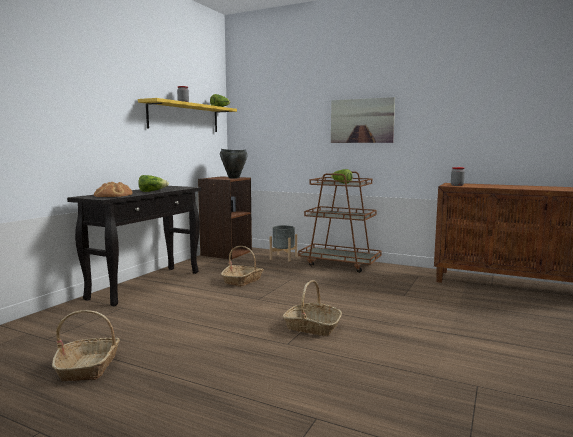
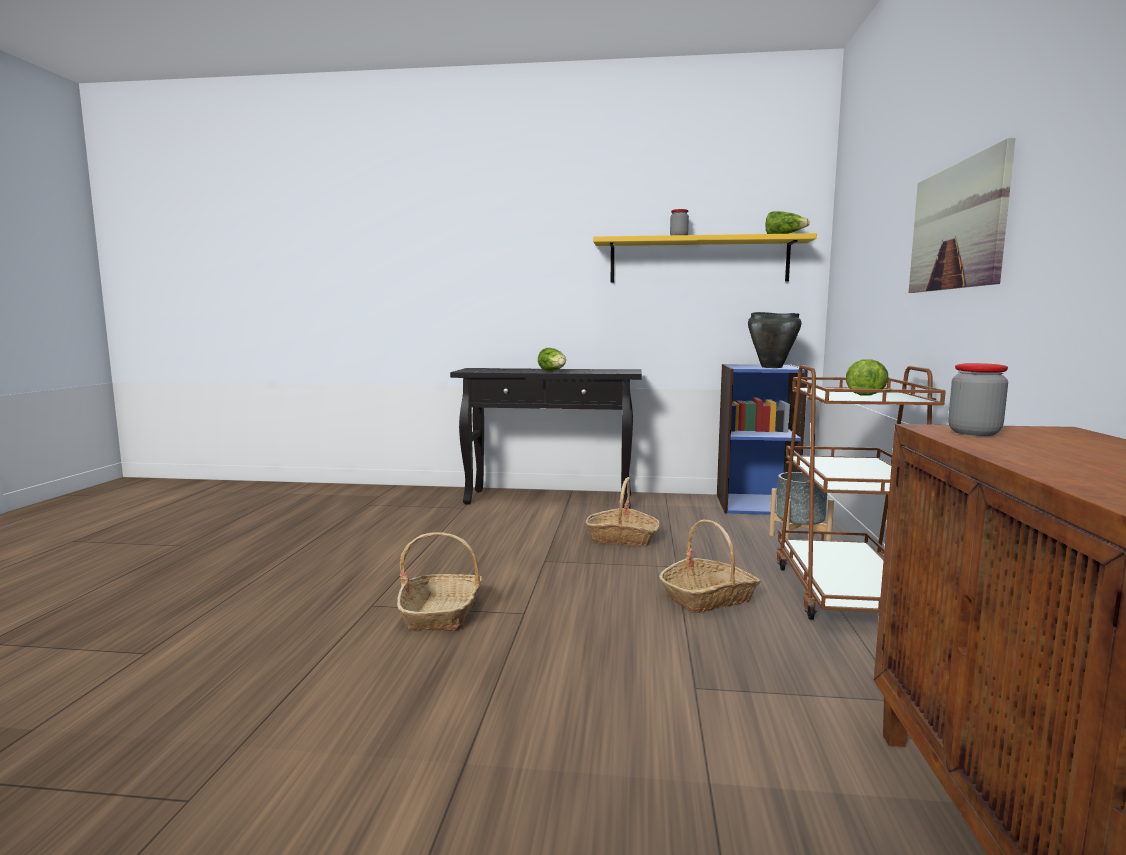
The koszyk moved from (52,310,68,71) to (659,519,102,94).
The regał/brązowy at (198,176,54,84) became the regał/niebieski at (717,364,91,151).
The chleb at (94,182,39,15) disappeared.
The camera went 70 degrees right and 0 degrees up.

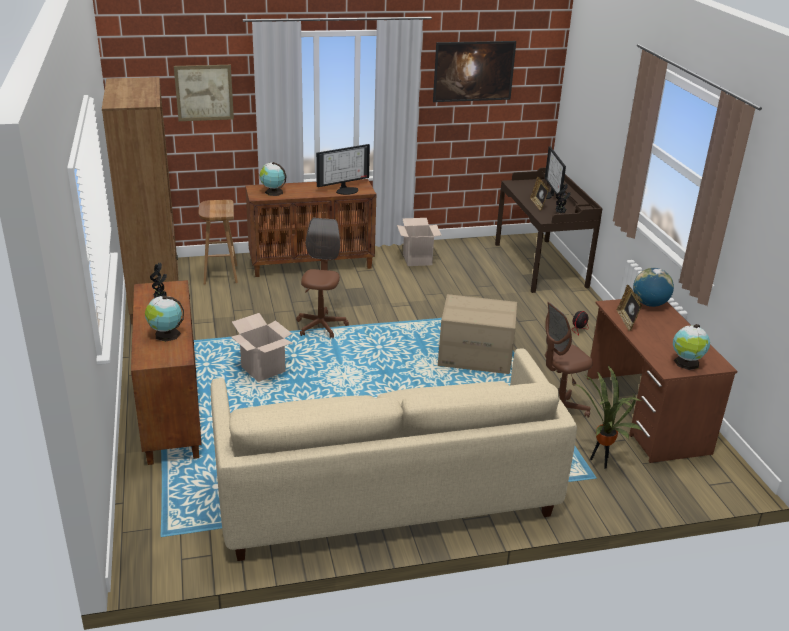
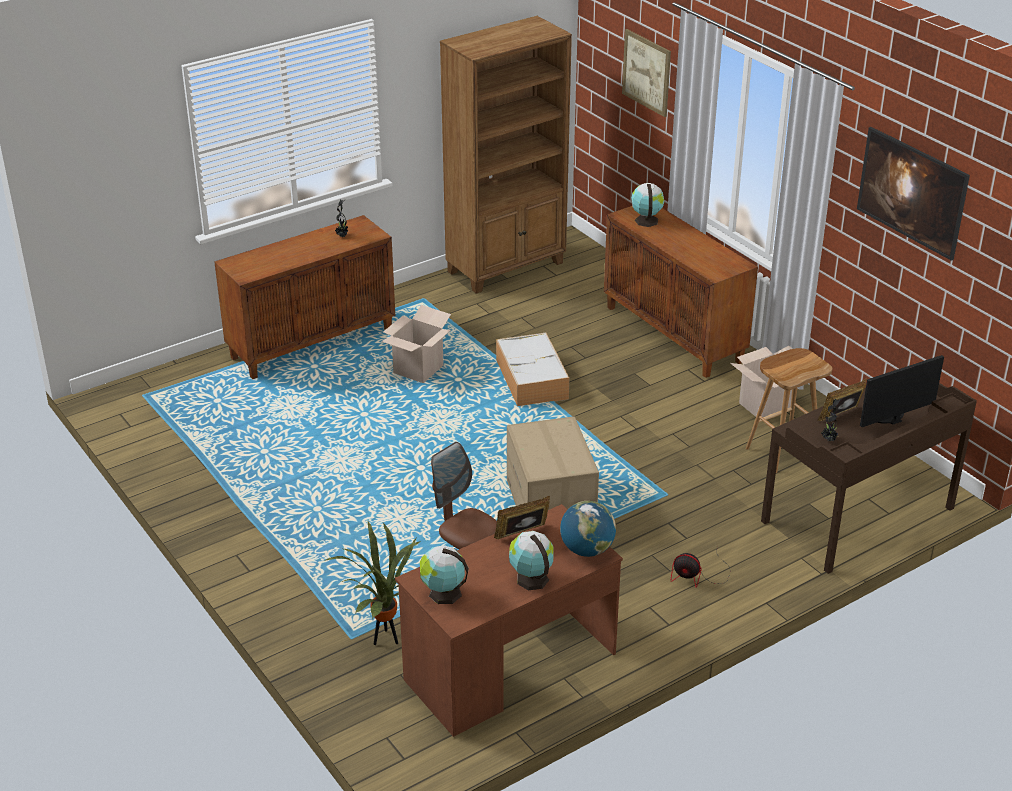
The krzesło biurowe/brązowy at (296,218,53,120) was replaced by the pojemnik do przechowywania at (496,333,73,73).
The globus moved from (145,296,39,46) to (509,531,45,59).
The stołek/brązowy moved from (199,200,39,85) to (746,348,87,125).
The kanapa/beżowy at (211,348,366,213) disappeared.
The monitor at (316,144,54,51) disappeared.
The camera went 70 degrees right and 5 degrees up.

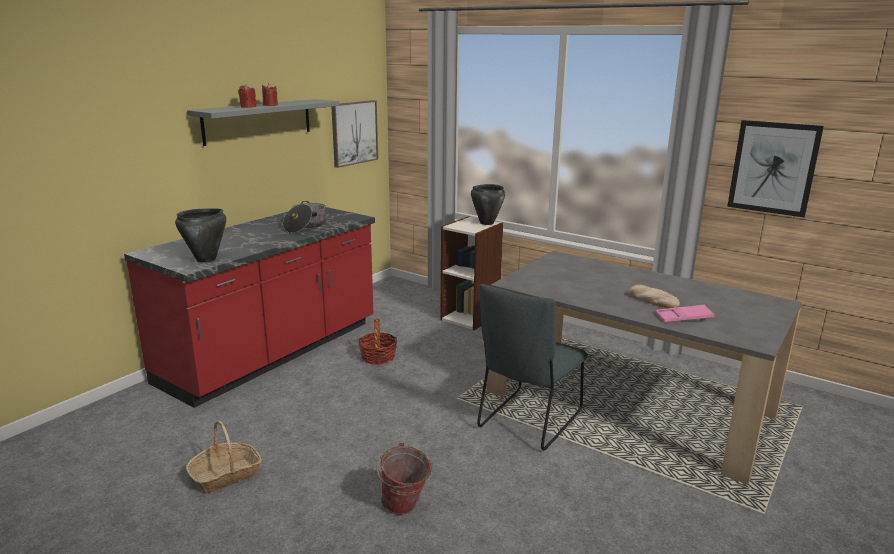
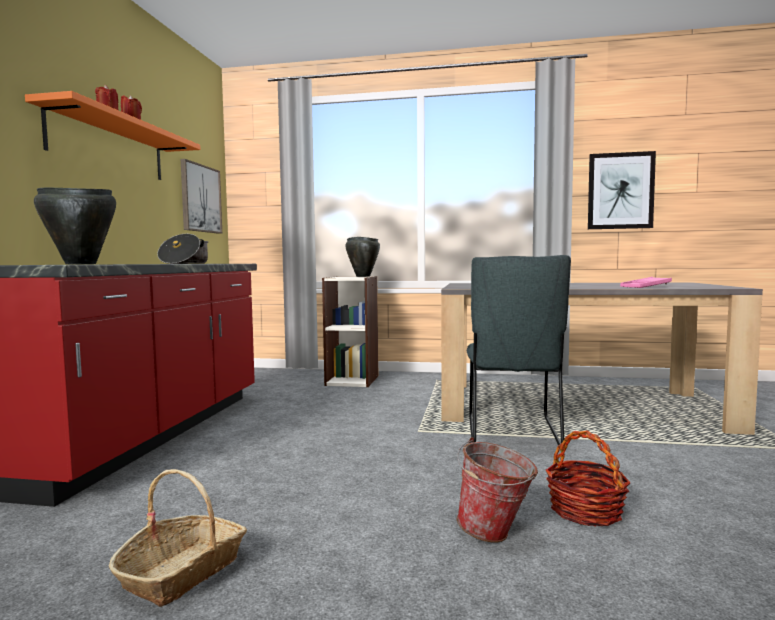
The półka/szary at (187,99,152,47) became the półka/pomarańczowy at (25,91,176,89).
The koszyk moved from (358,319,39,45) to (546,430,85,97).
The chleb at (628,285,52,24) disappeared.
The camera went 25 degrees left and 15 degrees down.

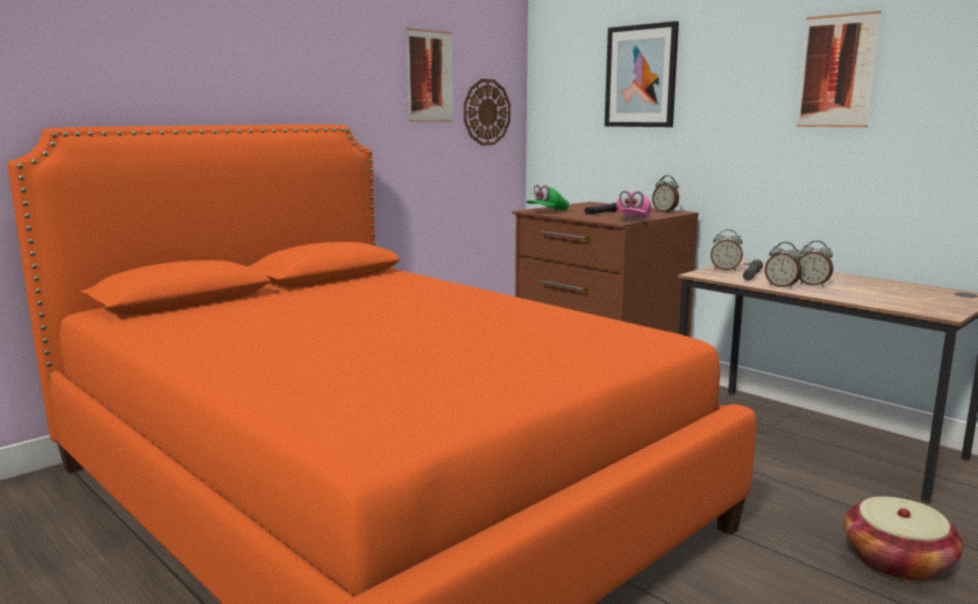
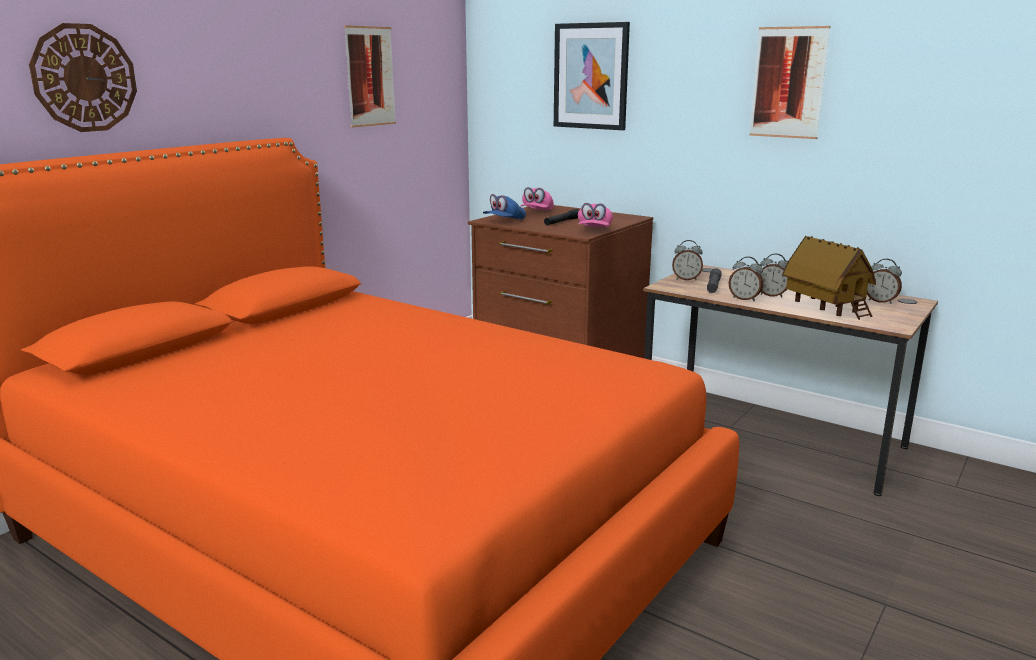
The zegar ścienny moved from (464,79,46,66) to (29,23,108,109).
The czapka z daszkiem/zielony at (526,185,43,26) became the czapka z daszkiem/niebieski at (483,194,43,25).
The czapka z daszkiem/różowy at (520,187,34,23) appeared.
The domek at (782,236,94,84) appeared.
The budzik moved from (652,175,27,38) to (867,259,35,45).
The koszyk at (844,497,119,85) disappeared.
The camera went 10 degrees left and 5 degrees up.

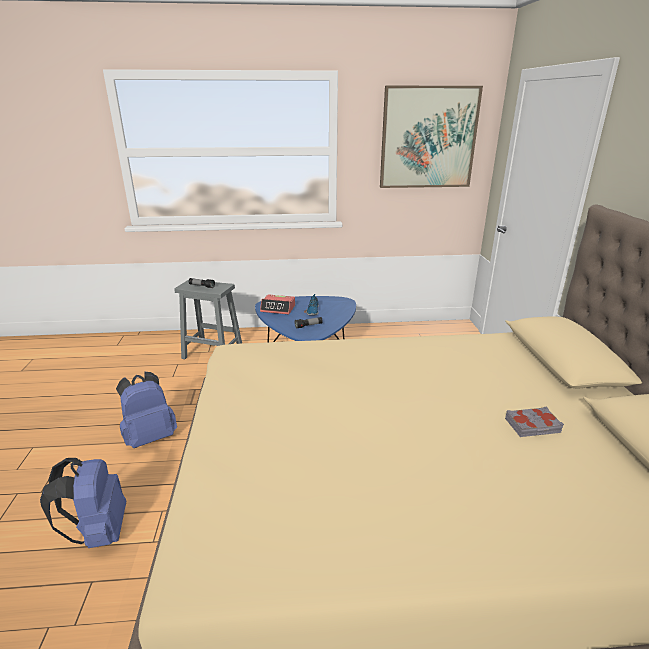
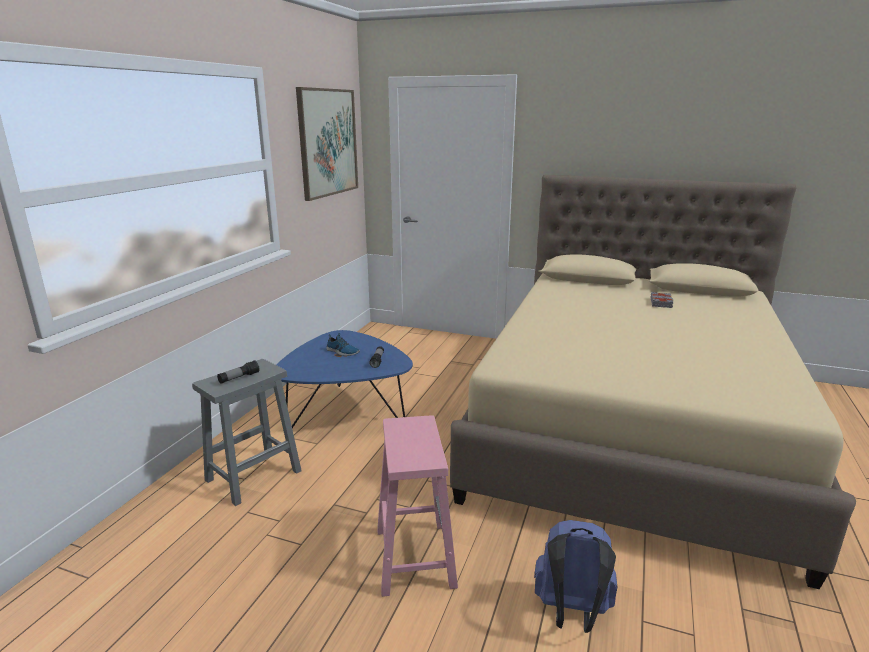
The plecak/niebieski at (116,372,61,76) was replaced by the stołek/różowy at (377,415,81,182).
The budzik at (260,294,35,20) disappeared.
The camera went 65 degrees left and 5 degrees down.

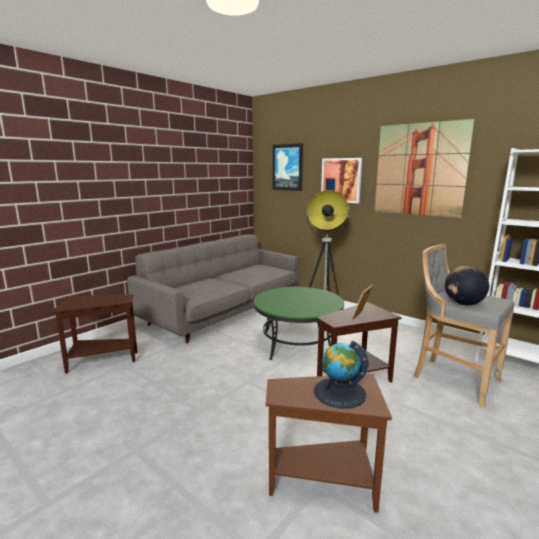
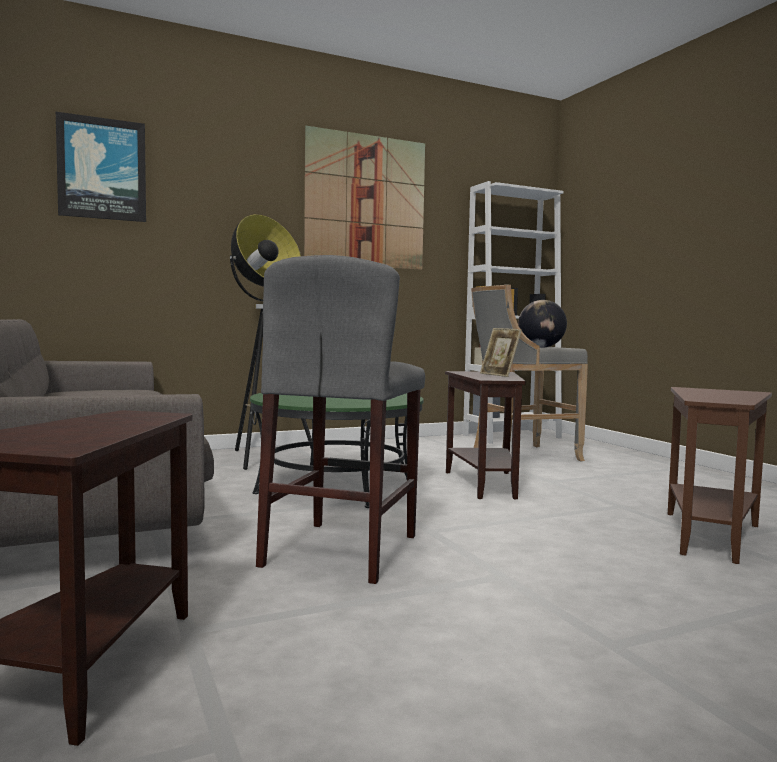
The stołek/szary at (256,255,169,329) appeared.
The globus at (314,341,54,68) disappeared.
The obraz at (321,158,41,45) disappeared.
The camera went 65 degrees left and 10 degrees down.

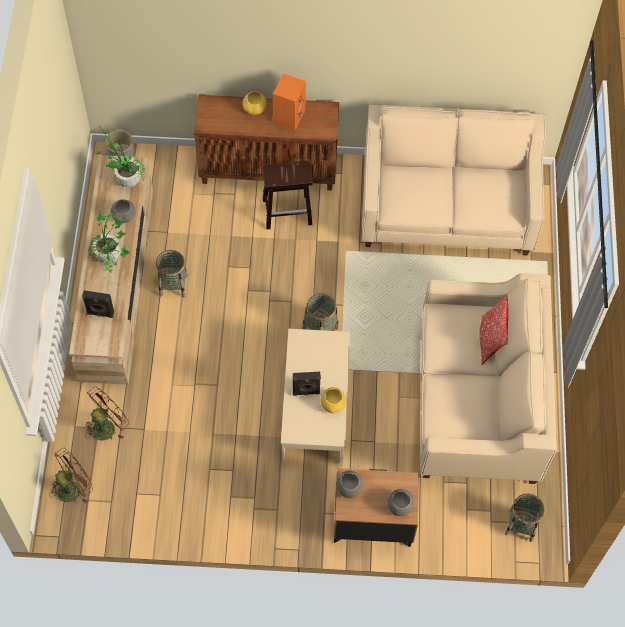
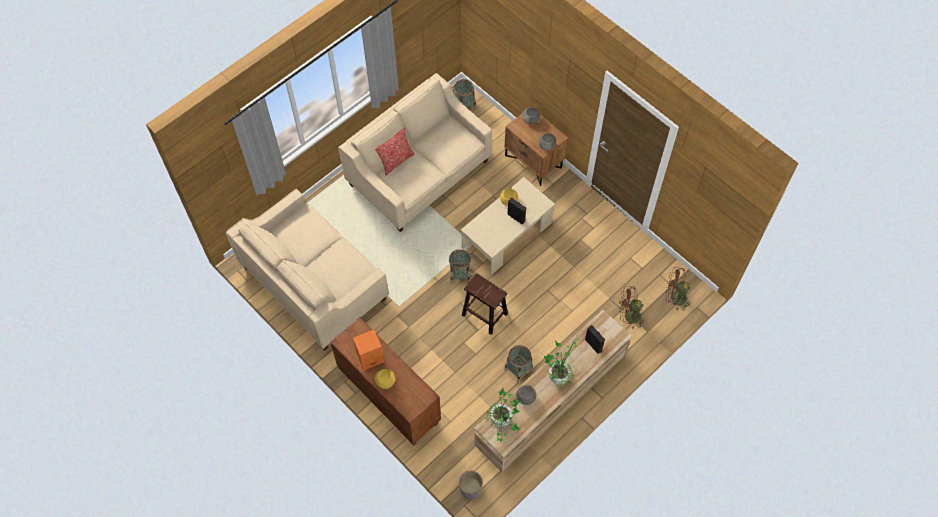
The stołek/brązowy moved from (262,160,51,70) to (462,273,46,62).
The camera went 135 degrees left and 0 degrees up.

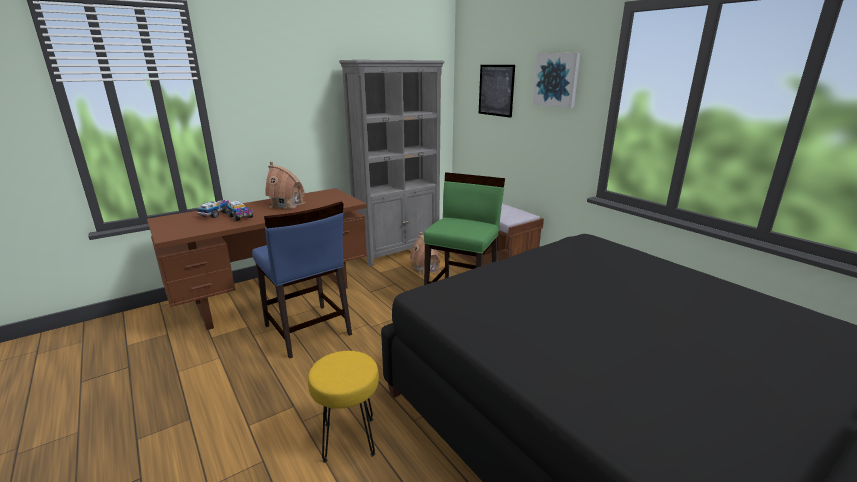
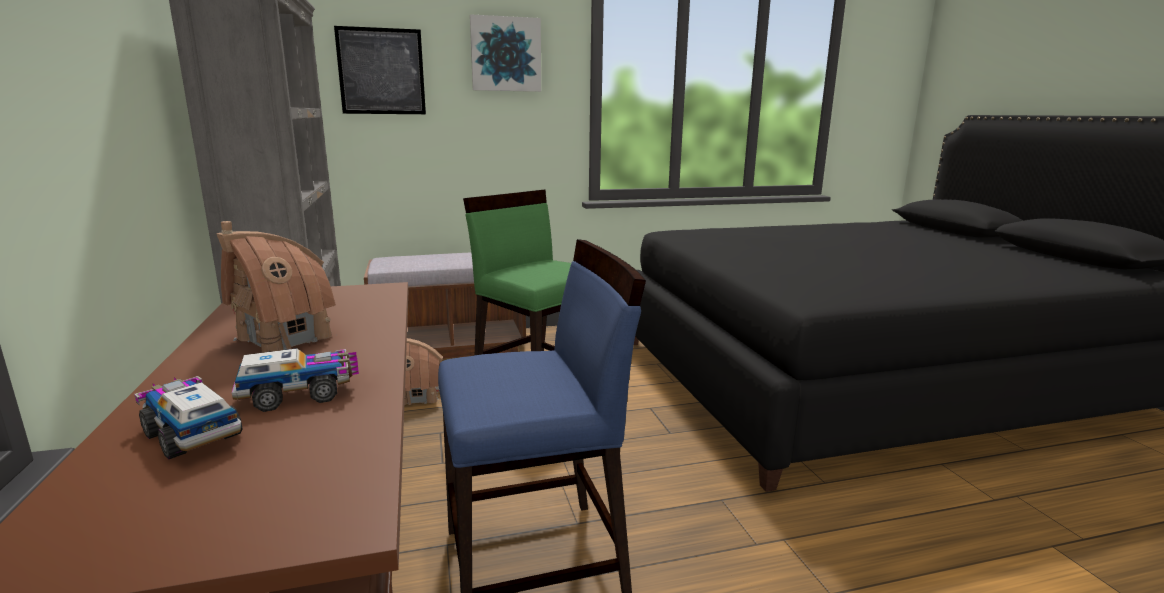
The stołek/żółty at (308,351,71,112) disappeared.
The camera went 70 degrees left and 5 degrees down.

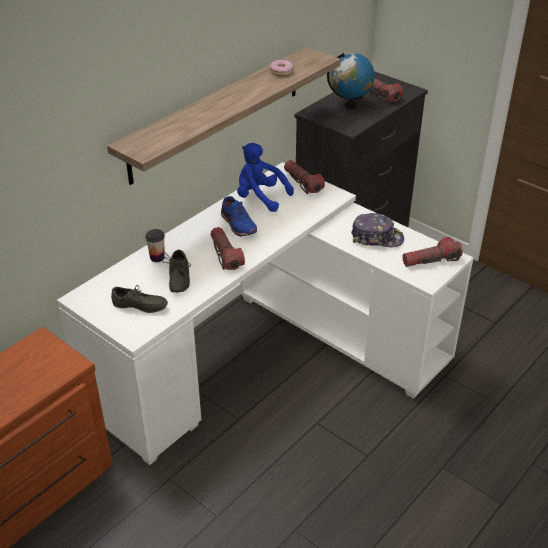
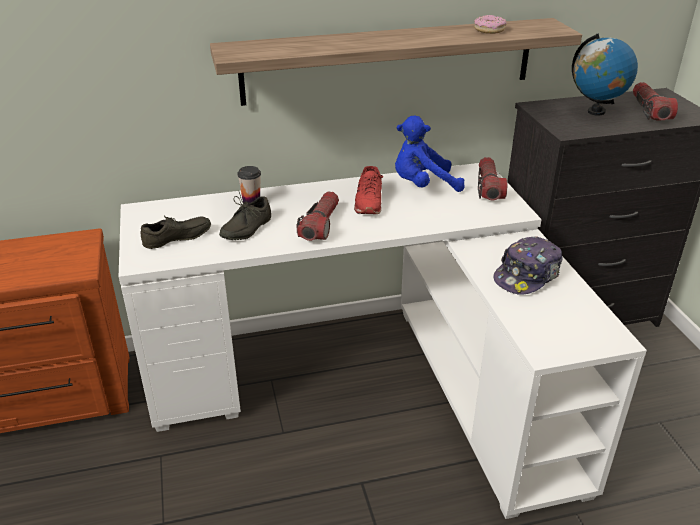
The but/szary at (111,285,57,28) turned 75 degrees counterclockwise.
The but/niebieski at (221,196,36,41) became the but/czerwony at (354,166,29,48).
The pluszak/niebieski at (237,143,57,69) turned 75 degrees counterclockwise.
The czapka z daszkiem at (351,213,53,34) turned 90 degrees clockwise.
The latarka at (402,237,61,30) disappeared.
The camera went 35 degrees right and 5 degrees down.

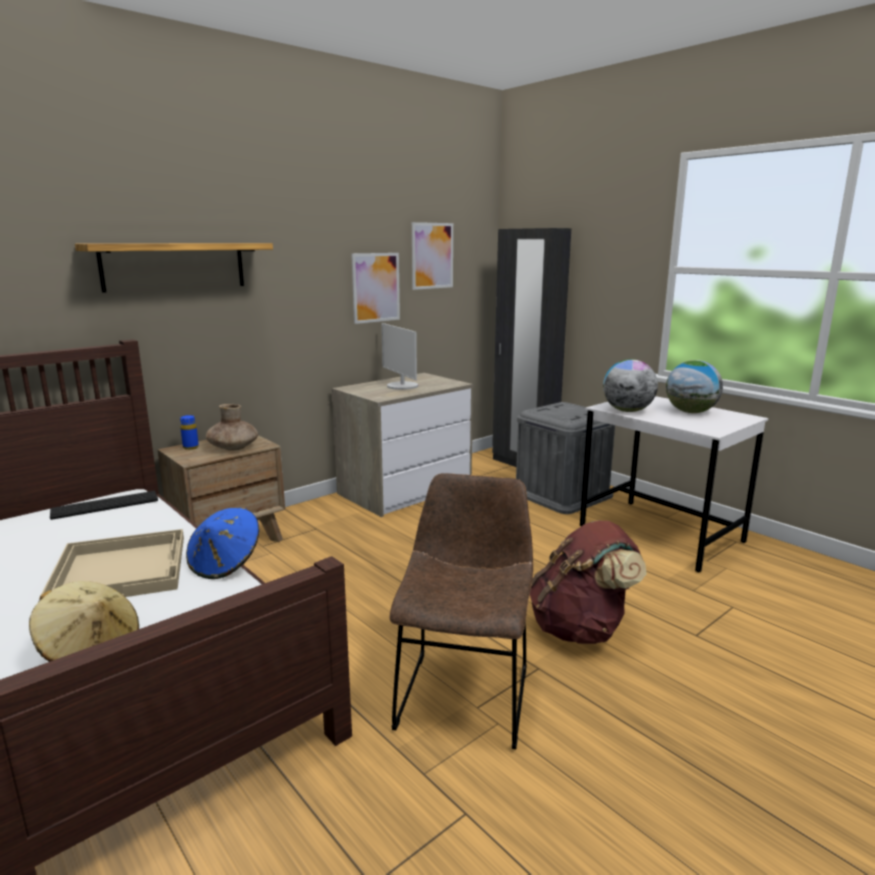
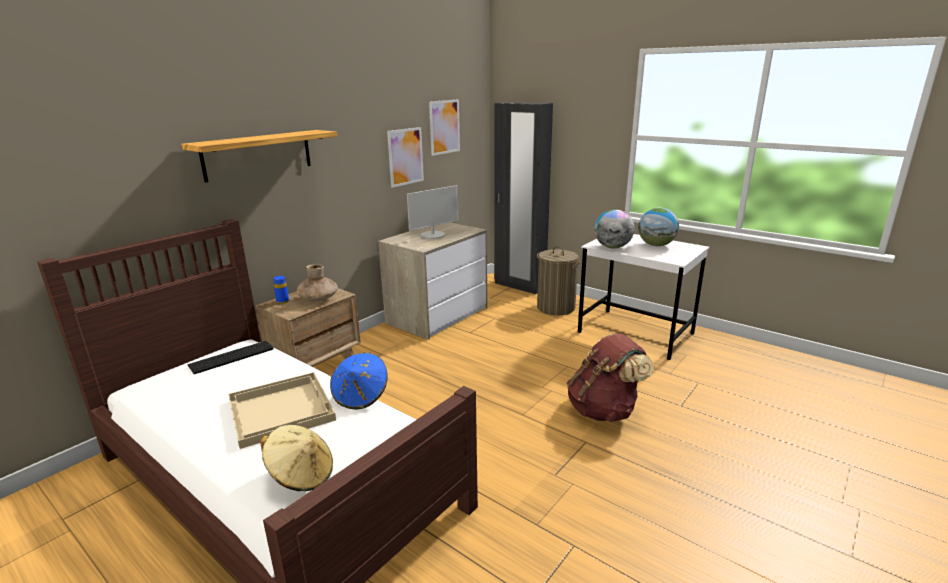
The monitor at (381,323,37,67) turned 90 degrees counterclockwise.
The pojemnik do przechowywania/szary at (516,402,99,112) was replaced by the kosz na pranie at (537,246,44,69).
The krzesło/brązowy at (389,473,144,276) disappeared.
The camera went 10 degrees left and 5 degrees up.

